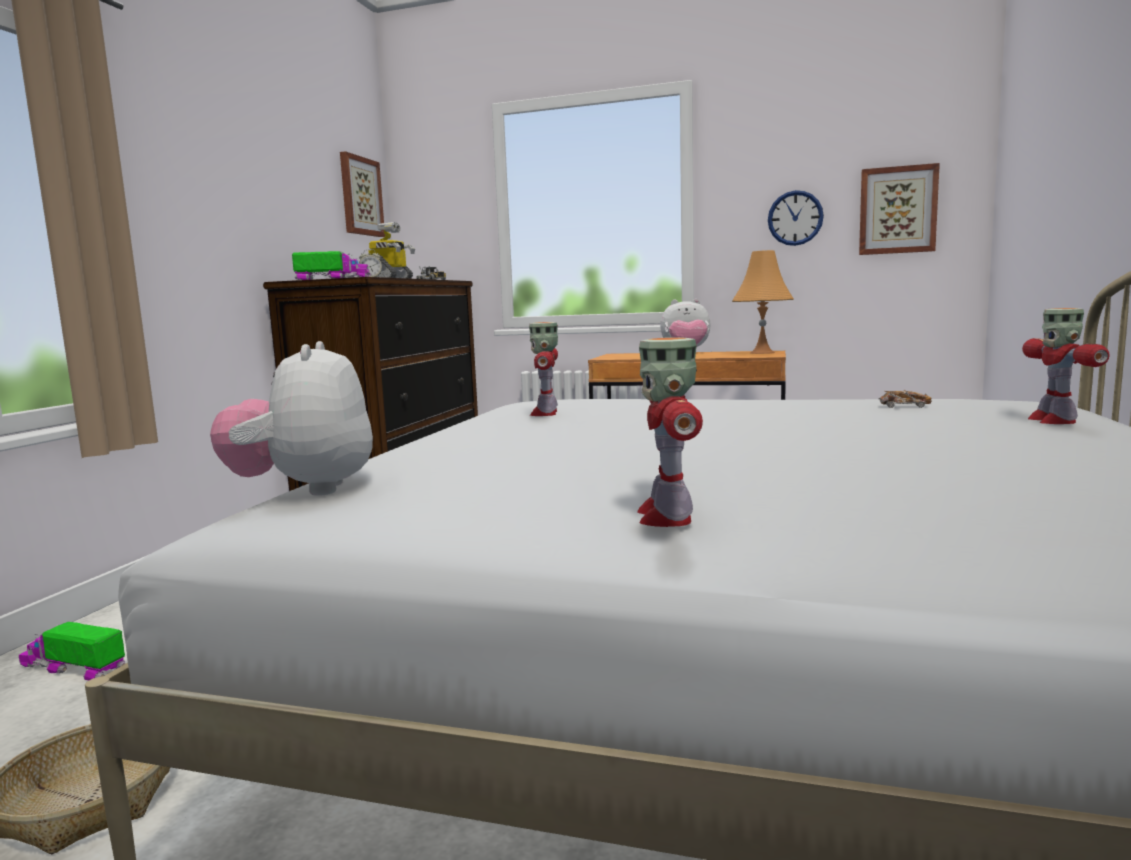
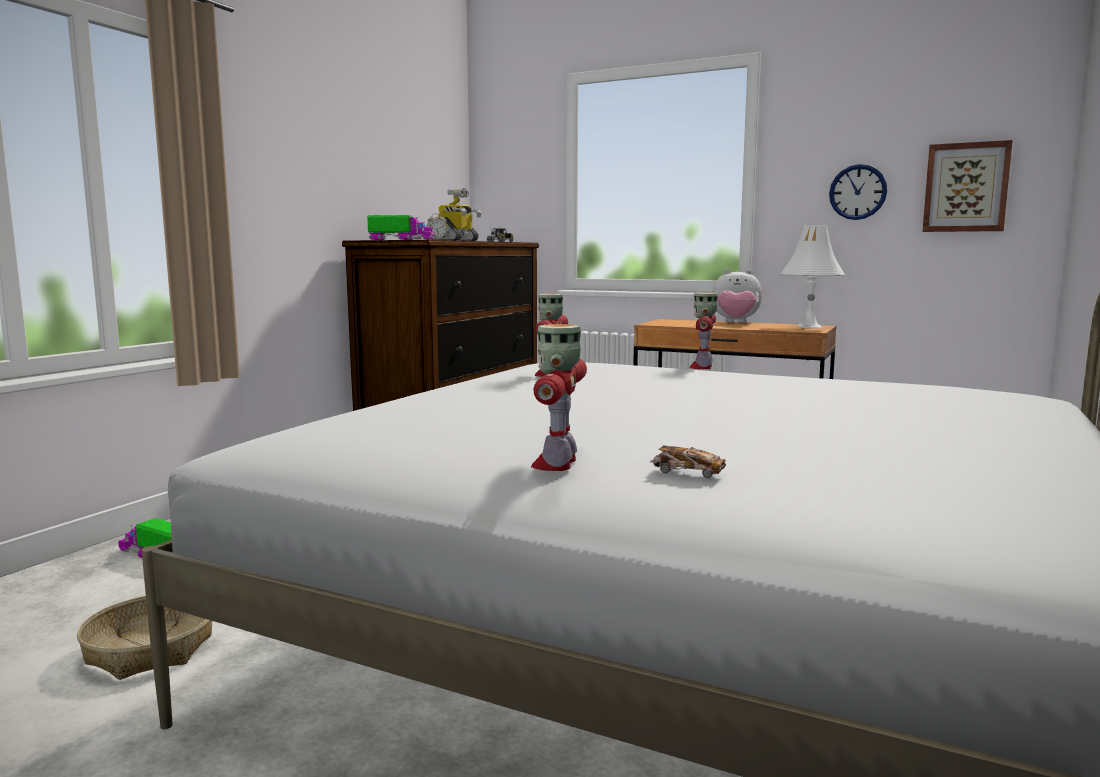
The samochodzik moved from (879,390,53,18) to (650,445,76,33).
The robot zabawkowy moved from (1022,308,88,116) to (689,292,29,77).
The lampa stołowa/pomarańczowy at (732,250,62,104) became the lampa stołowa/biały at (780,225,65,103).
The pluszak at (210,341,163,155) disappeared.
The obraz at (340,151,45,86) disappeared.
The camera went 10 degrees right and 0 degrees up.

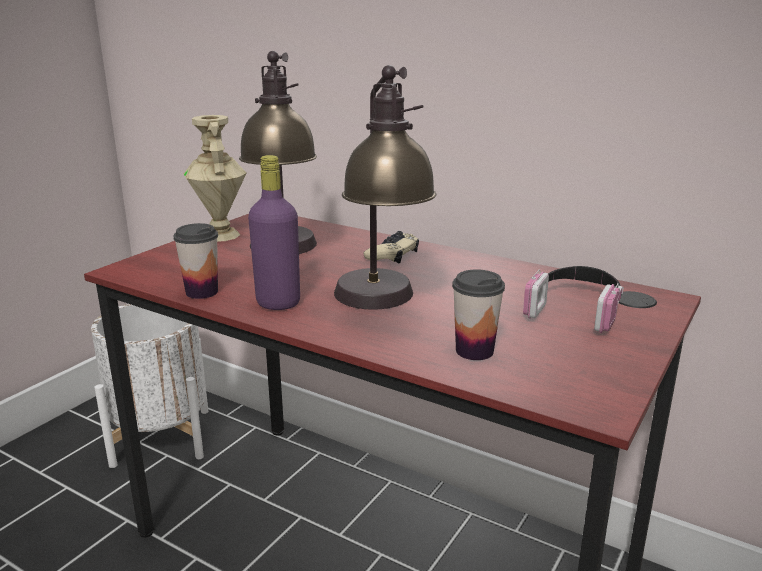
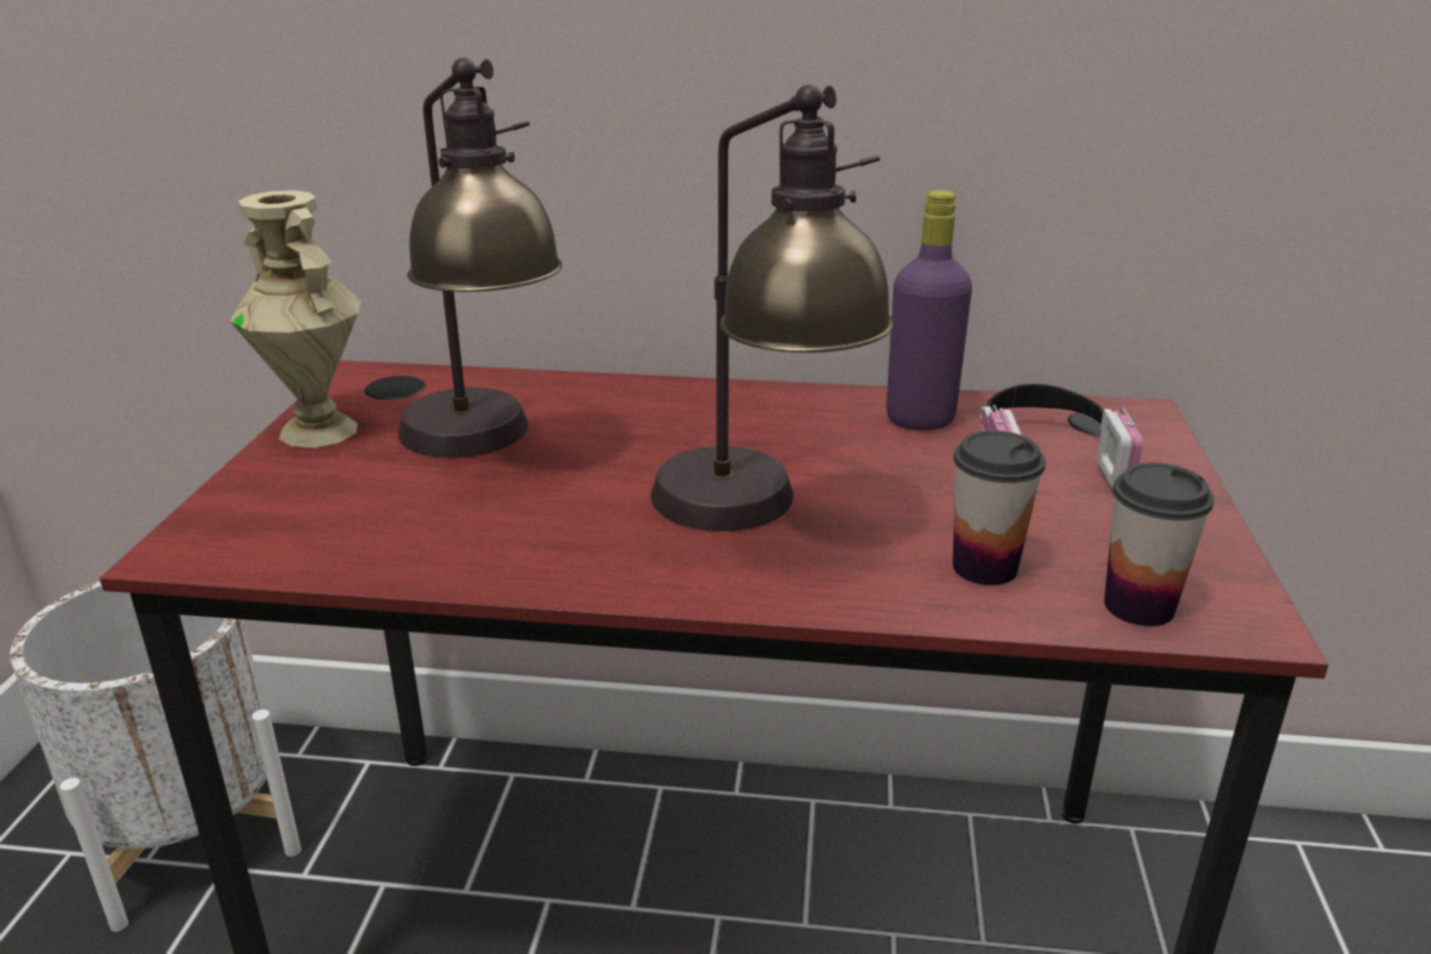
The butelka/fioletowy moved from (248,155,52,155) to (886,190,86,240).
The filiżanka moved from (173,223,45,76) to (1104,463,110,163).
The pad do gier/beżowy at (363,231,56,32) disappeared.
The camera went 25 degrees left and 5 degrees up.

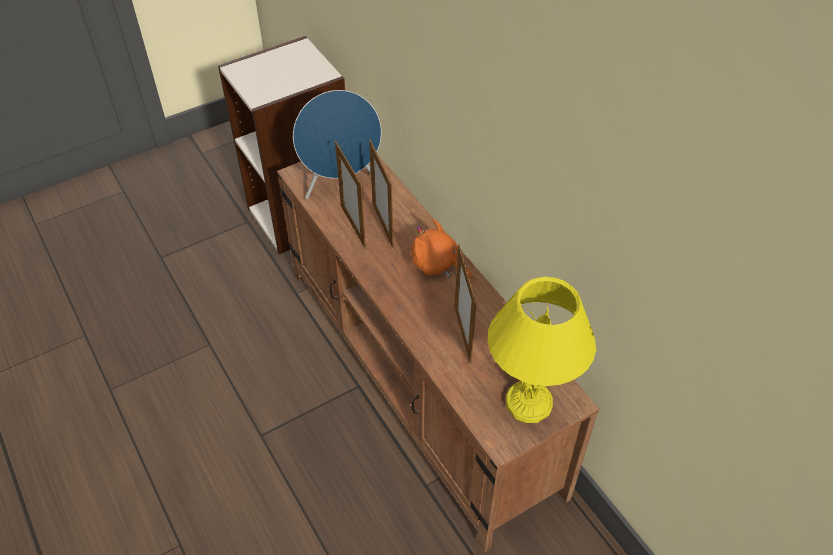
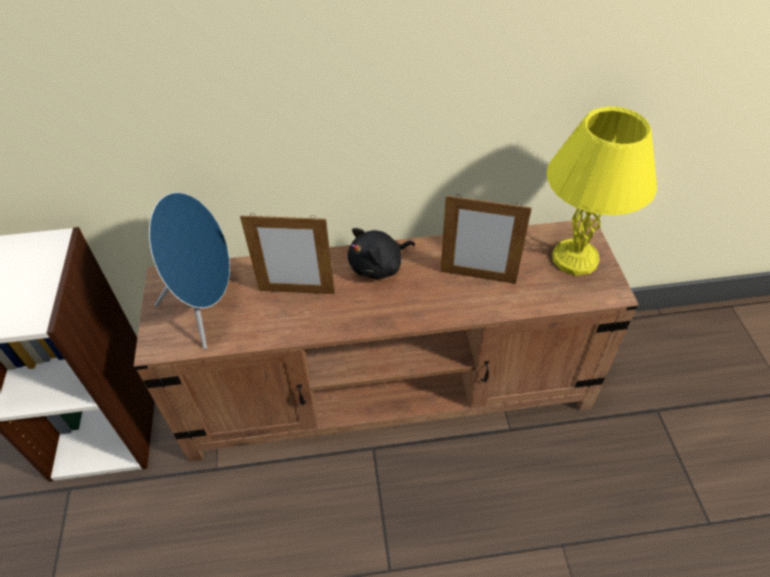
The pluszak/pomarańczowy at (411,219,61,60) became the pluszak/czarny at (348,228,67,51).
The ramka na zdjęcie at (335,141,31,108) disappeared.
The camera went 65 degrees left and 0 degrees up.

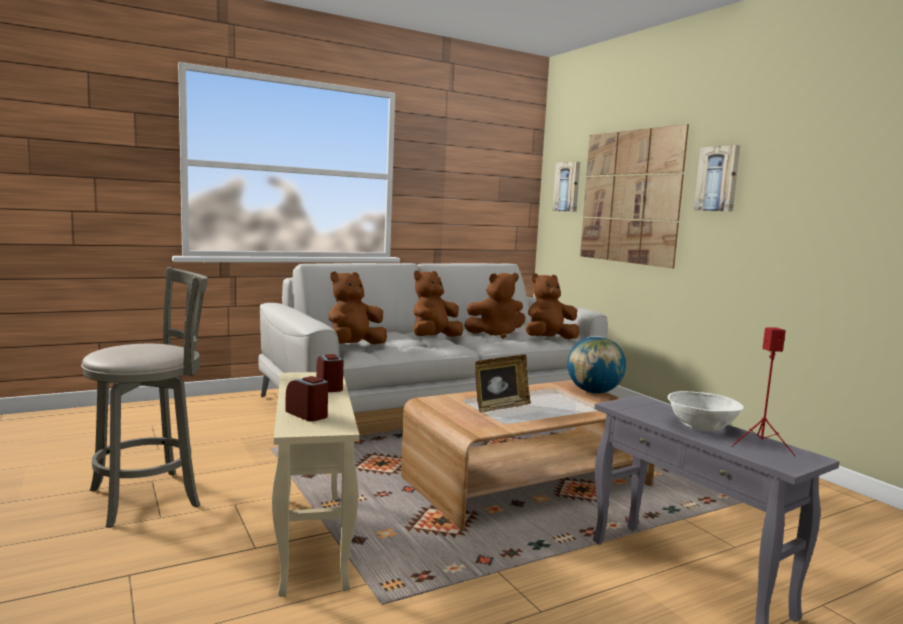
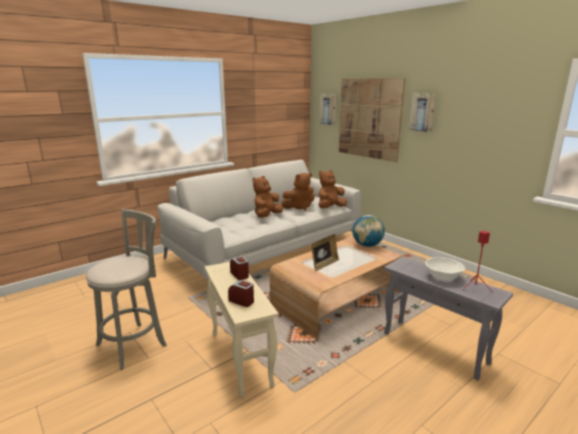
The pluszak/brązowy at (328,271,59,74) disappeared.
The camera went 10 degrees left and 10 degrees up.

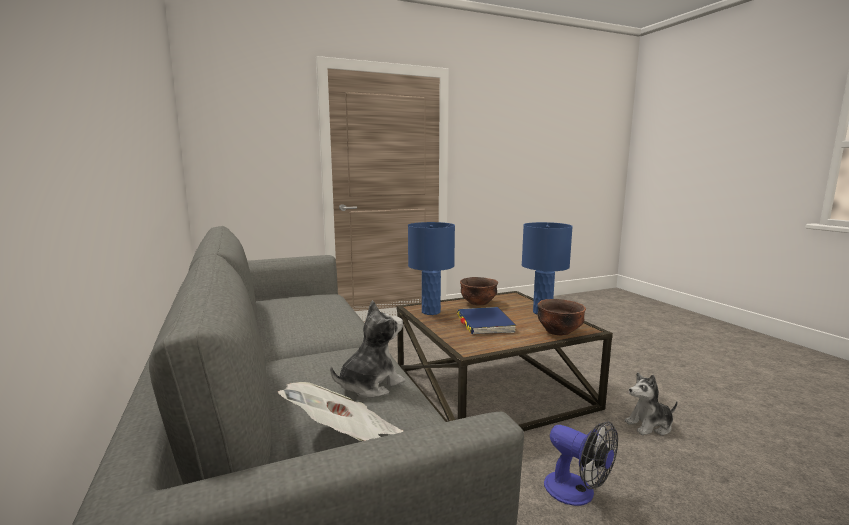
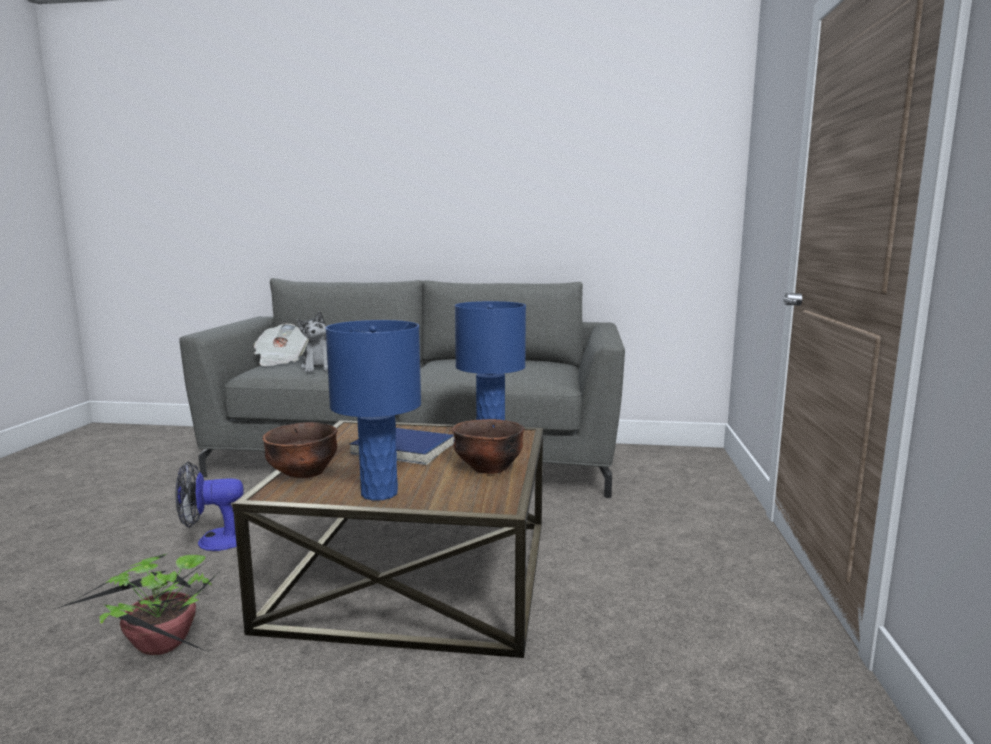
The pluszak at (624,372,54,64) was replaced by the roślina doniczkowa at (55,553,168,102).
The camera went 120 degrees right and 0 degrees up.

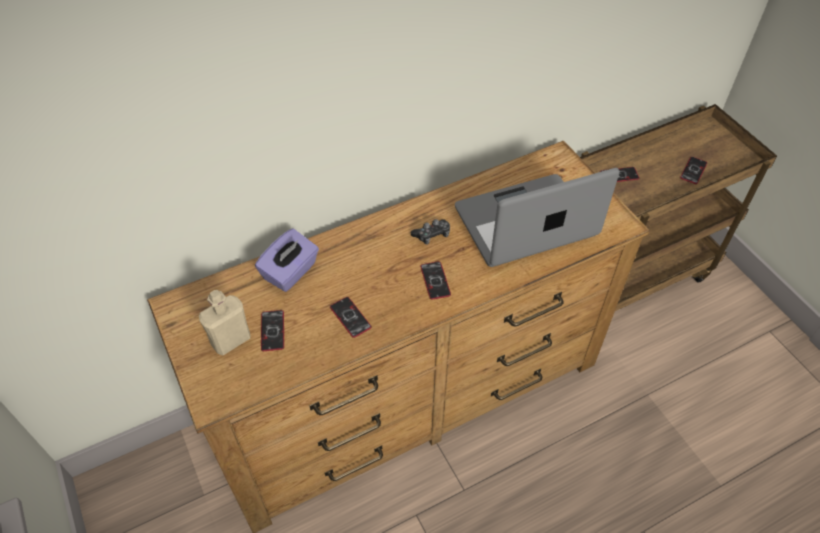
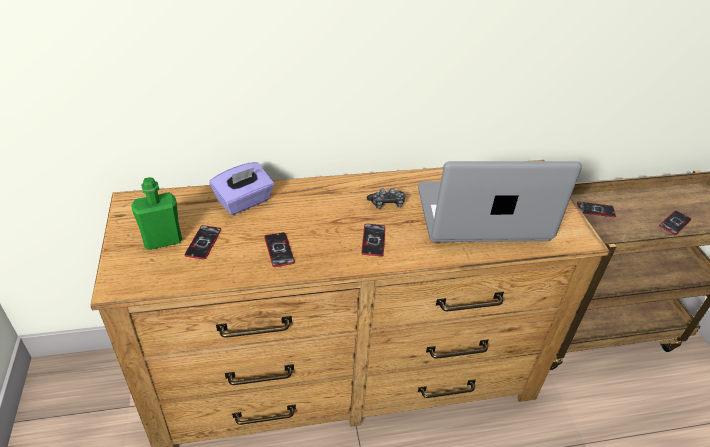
The butelka/beżowy at (199,290,51,65) became the butelka/zielony at (131,177,51,73).
The camera went 15 degrees right and 10 degrees down.

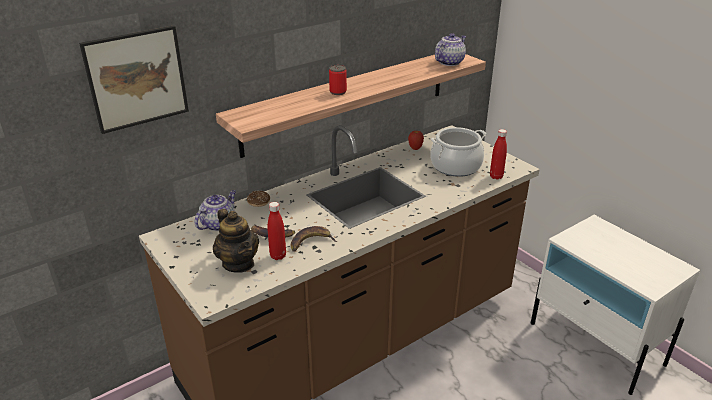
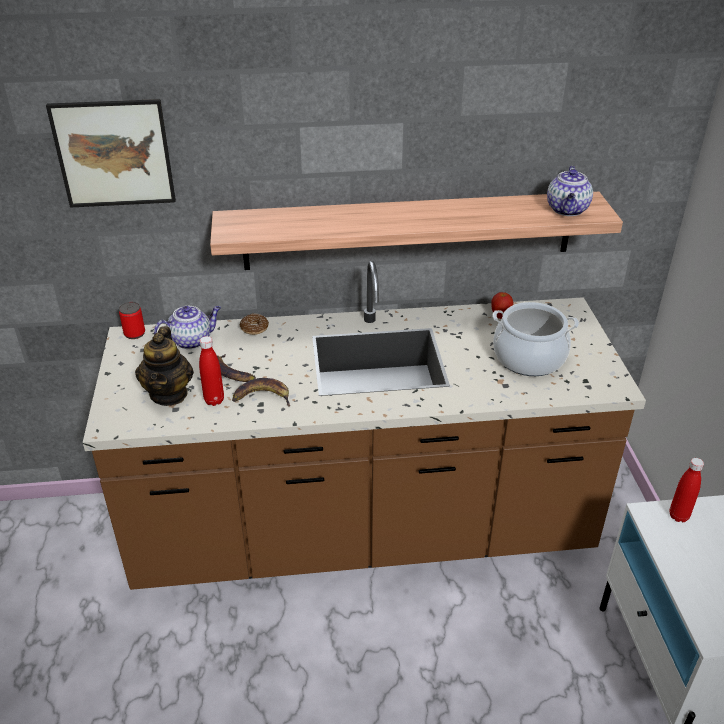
The puszka moved from (329,65,18,30) to (119,302,26,37).
The imbryk at (435,33,31,33) turned 120 degrees clockwise.
The butelka/czerwony moved from (490,129,17,51) to (669,458,35,64).
The camera went 30 degrees right and 5 degrees up.

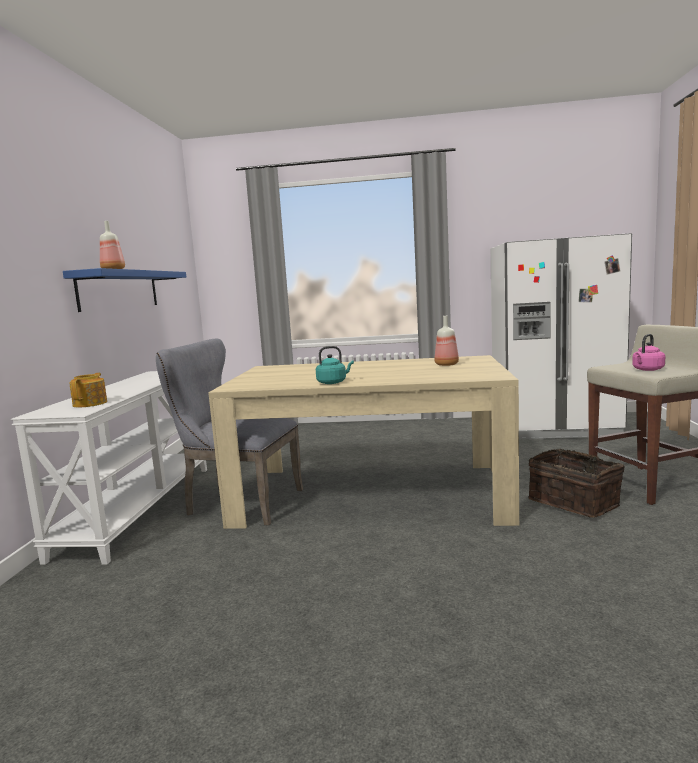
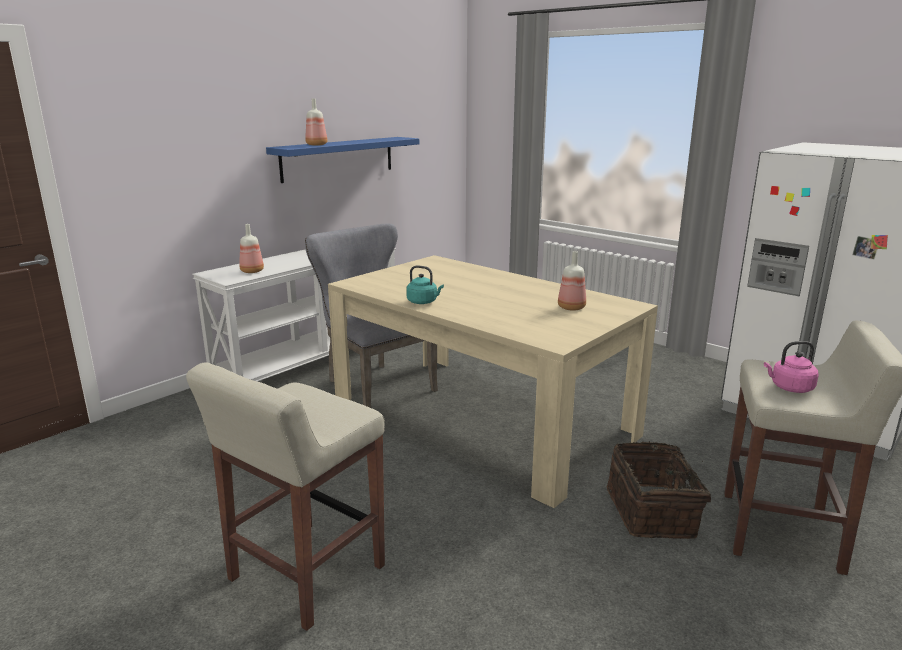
The stołek/beżowy at (186,362,199,269) appeared.
The imbryk at (69,373,38,34) was replaced by the butelka at (239,224,25,49).
The camera went 35 degrees right and 10 degrees up.

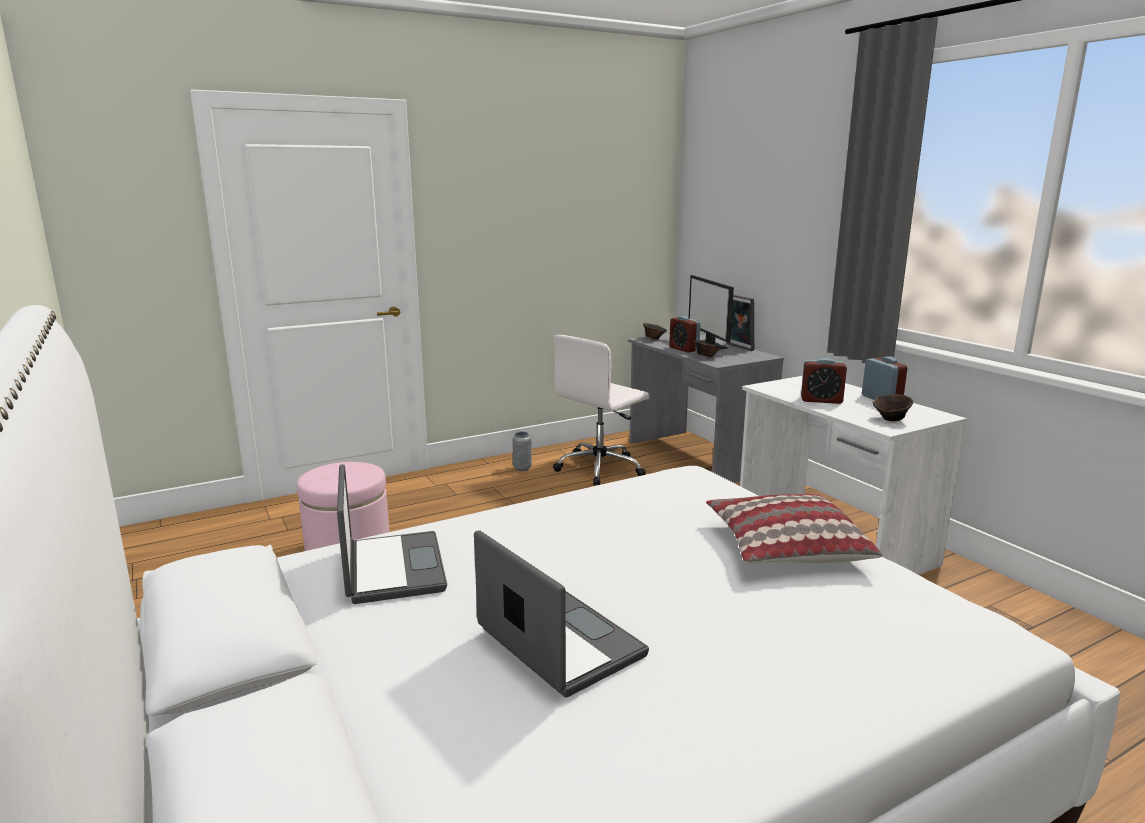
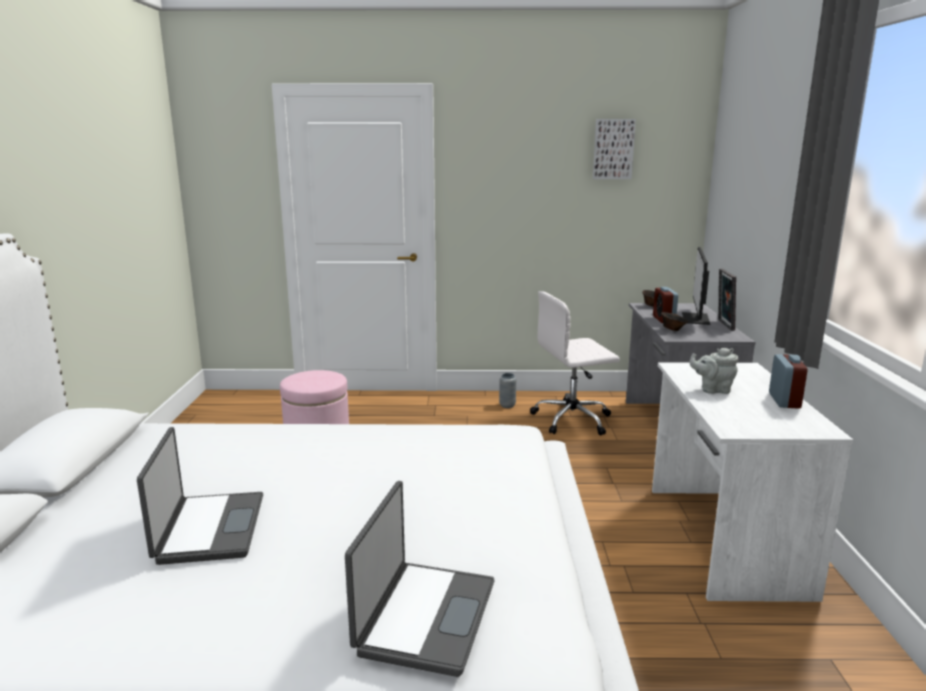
The laptop moved from (337,464,110,140) to (345,481,150,196).
The obraz at (593,119,43,60) appeared.
The budzik at (801,358,46,46) was replaced by the imbryk/szary at (689,348,50,46).
The poduszka at (706,494,176,69) disappeared.
The miska/brązowy at (873,394,41,27) disappeared.
The camera went 30 degrees right and 0 degrees up.

